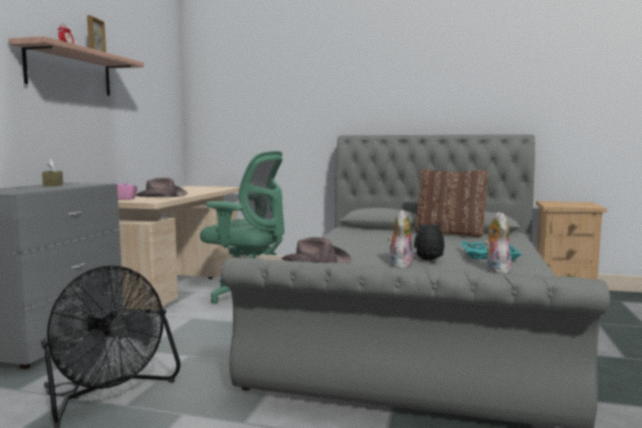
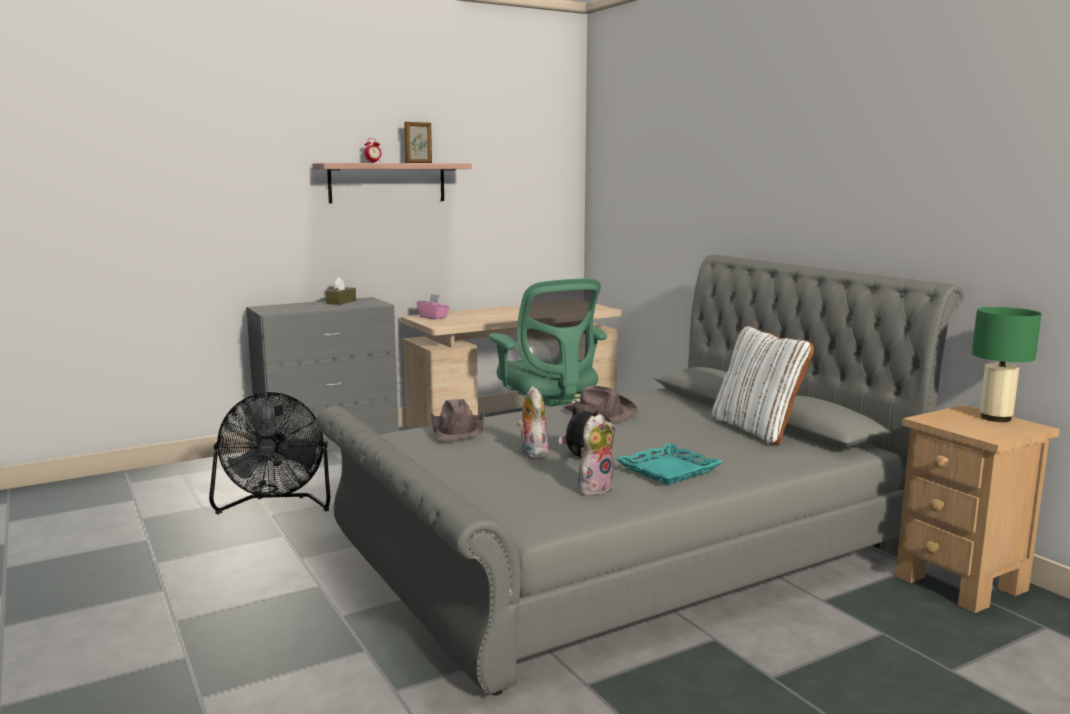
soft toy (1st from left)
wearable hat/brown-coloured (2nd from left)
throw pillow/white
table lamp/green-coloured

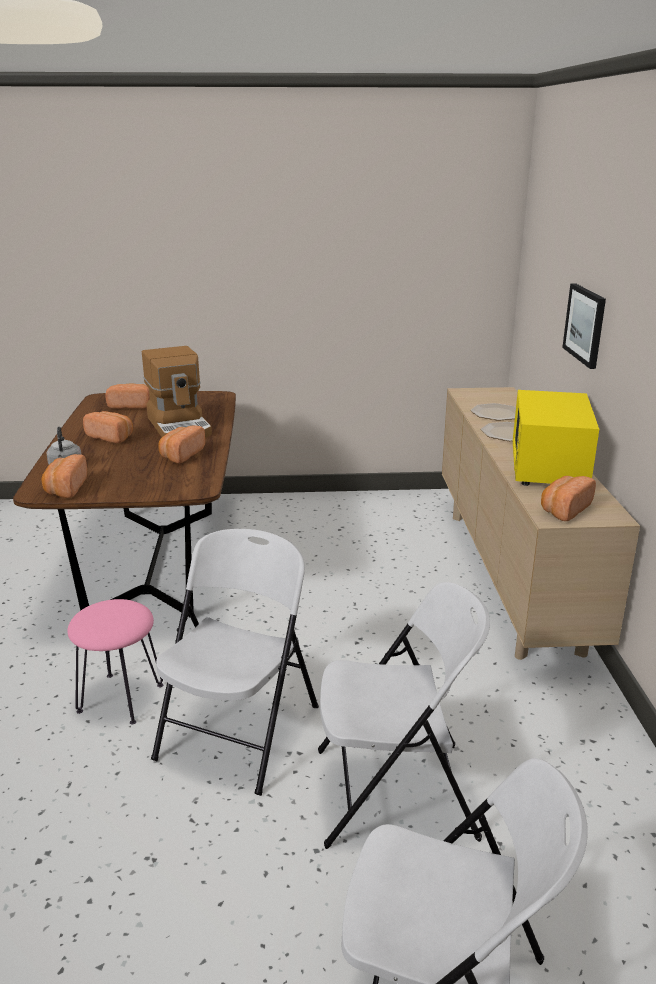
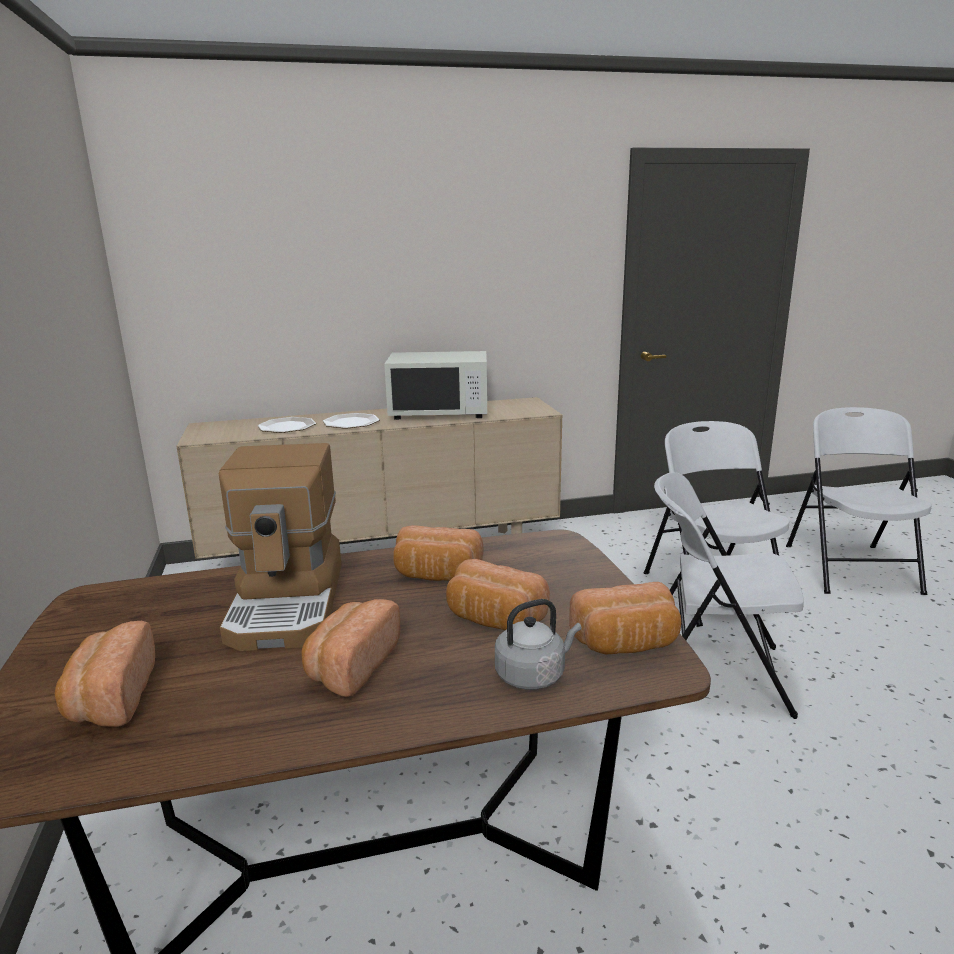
coffee machine
microwave oven/white
bread (4th from left)
stool/pink
wall picture

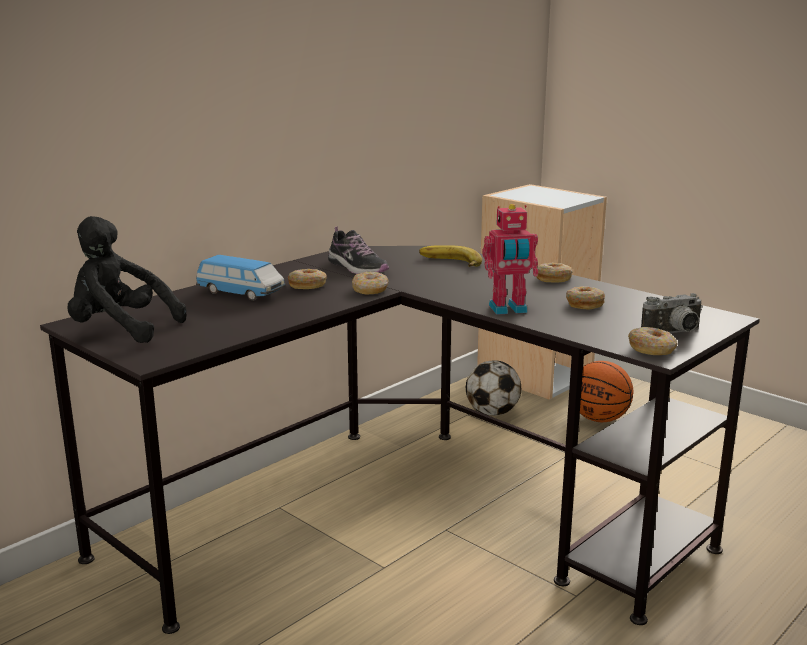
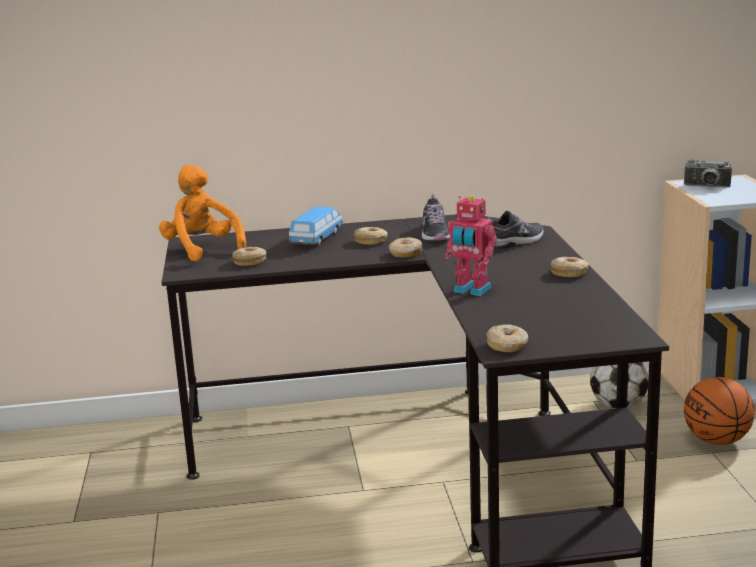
soft toy/orangey
doughnut (1st from left)
toy car
low shoe (2nd from left)
photo camera

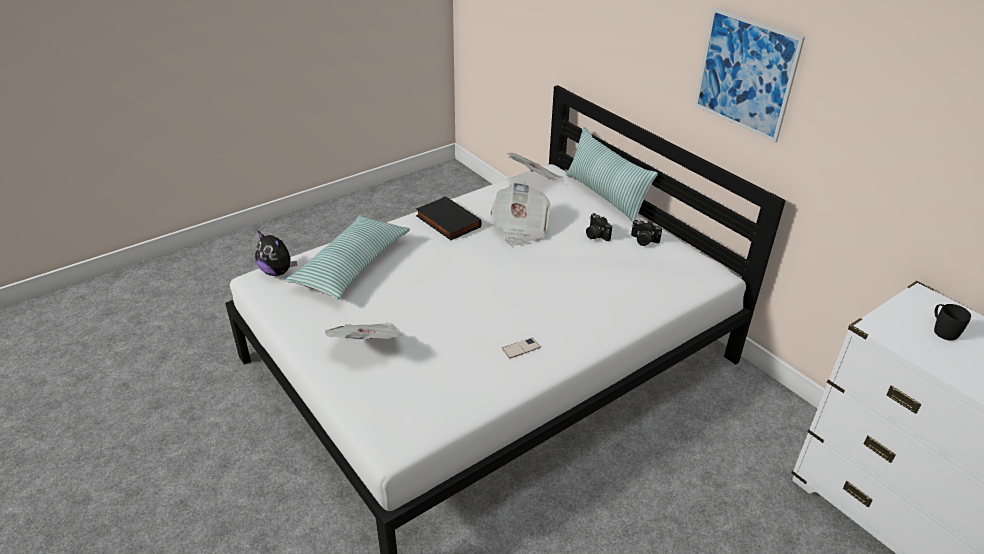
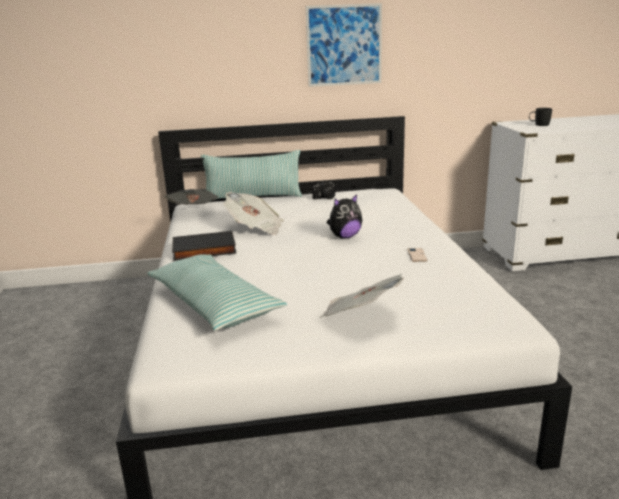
soft toy
photo camera (1st from left in the first image)

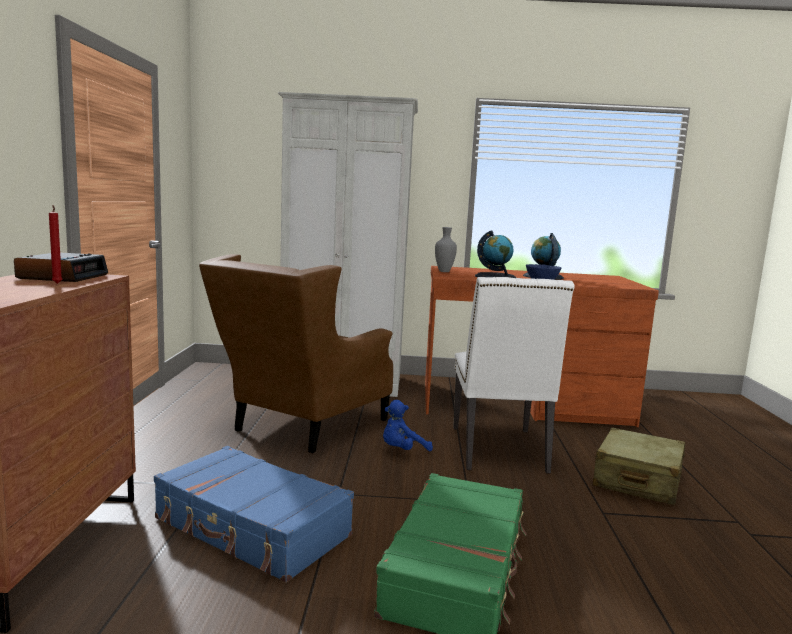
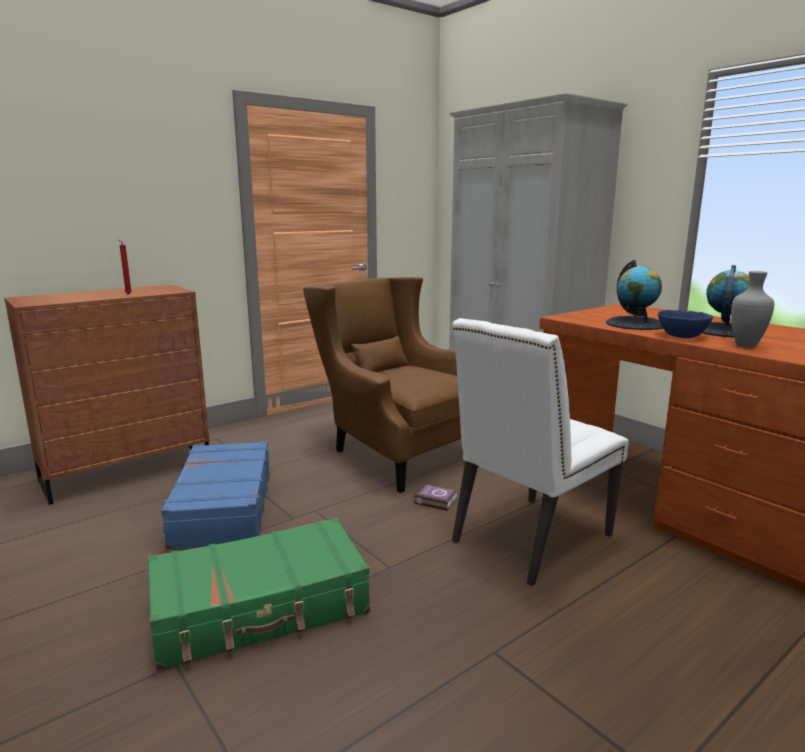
lounge chair/brown-coloured
book
decorative vase/grey
table clock
suitcase/beige-coloured

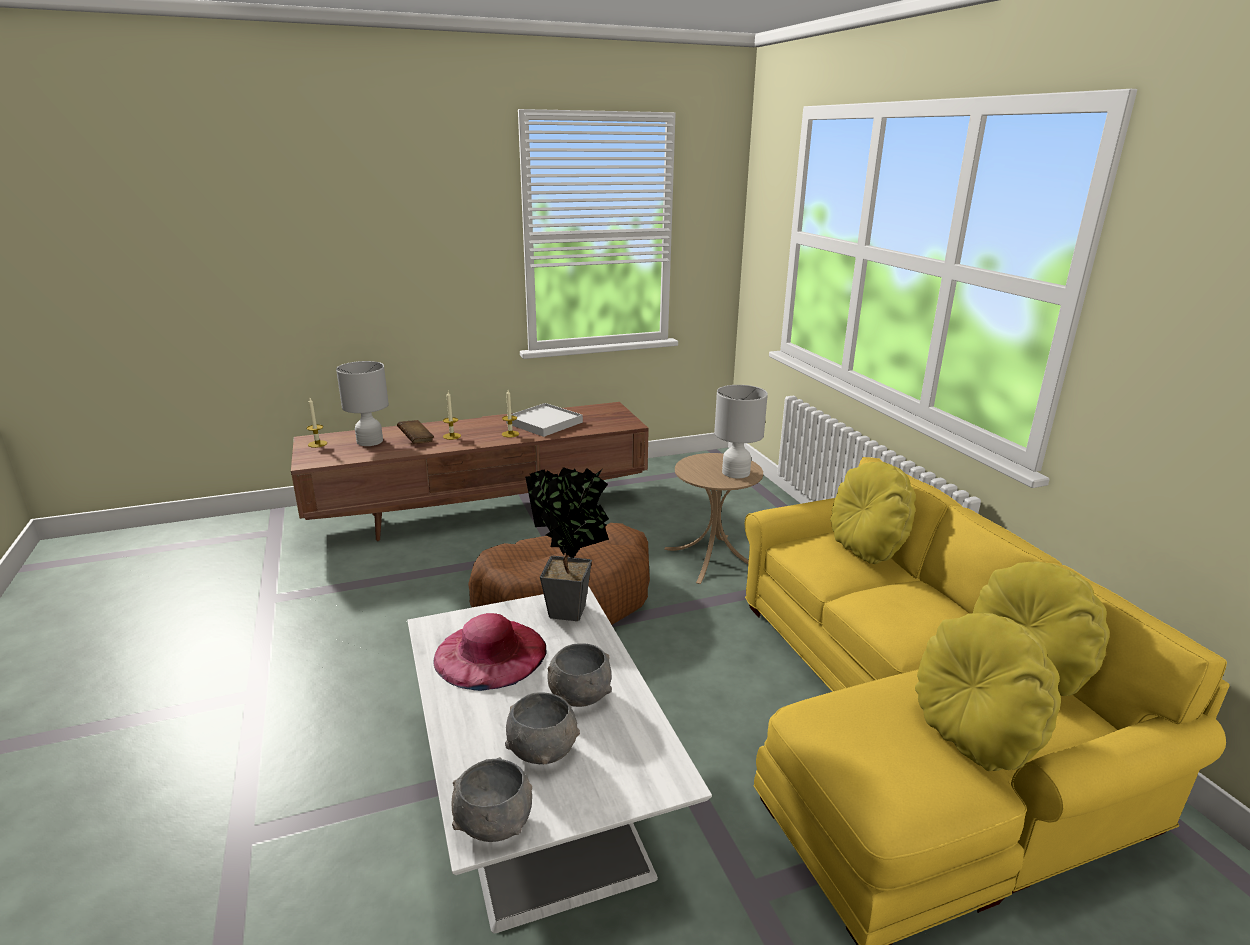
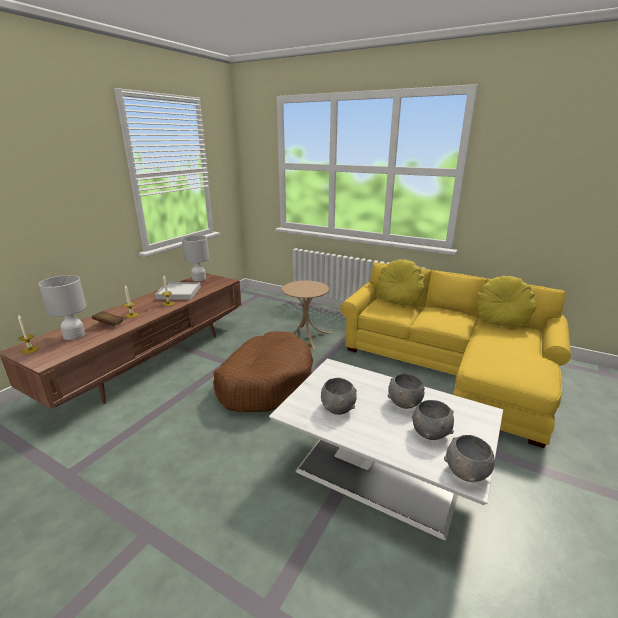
table lamp/grey (2nd from left)
deep dish/grey (1st from left)
houseplant
throw pillow/yellow (2nd from left in the first image)

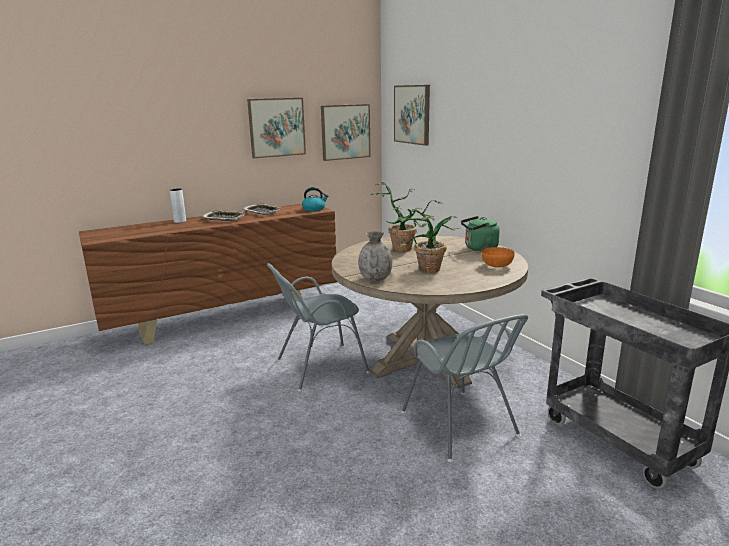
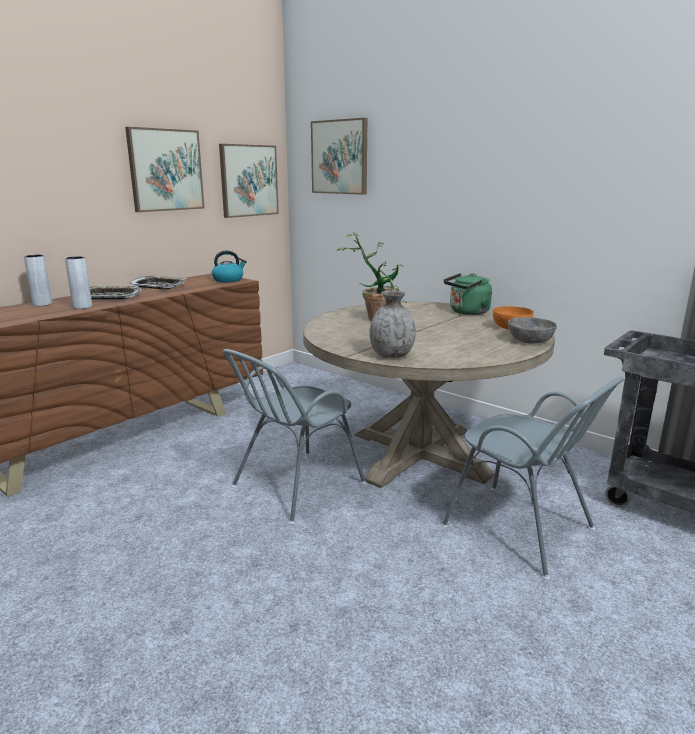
decorative vase/grey (2nd from left)
deep dish/grey
houseplant (2nd from left in the first image)

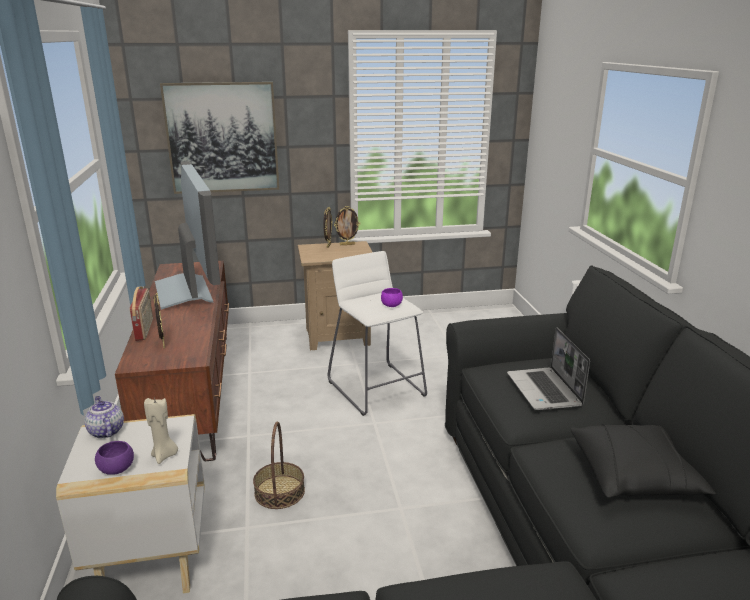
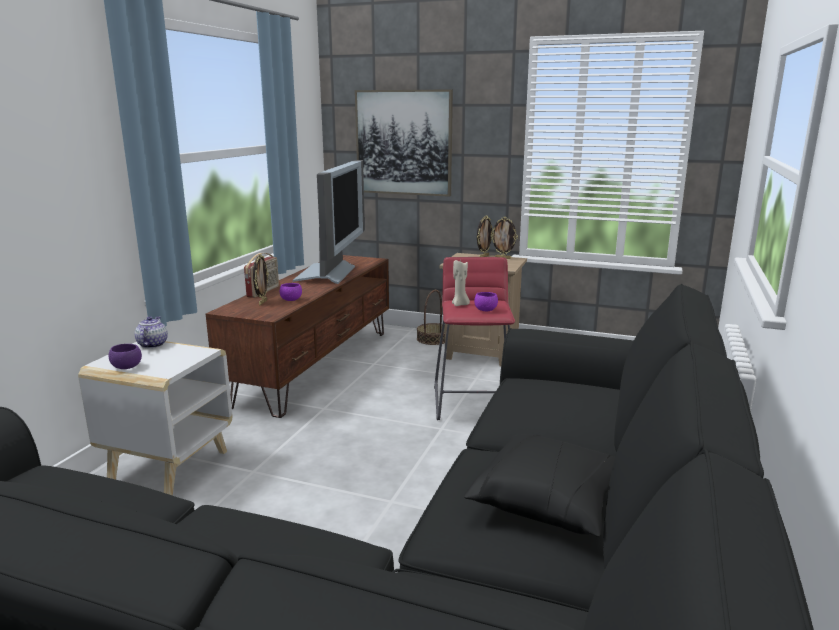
deep dish/purplish (2nd from left)
storage basket
stool/reddish
candle/beige-coloured
portable computer

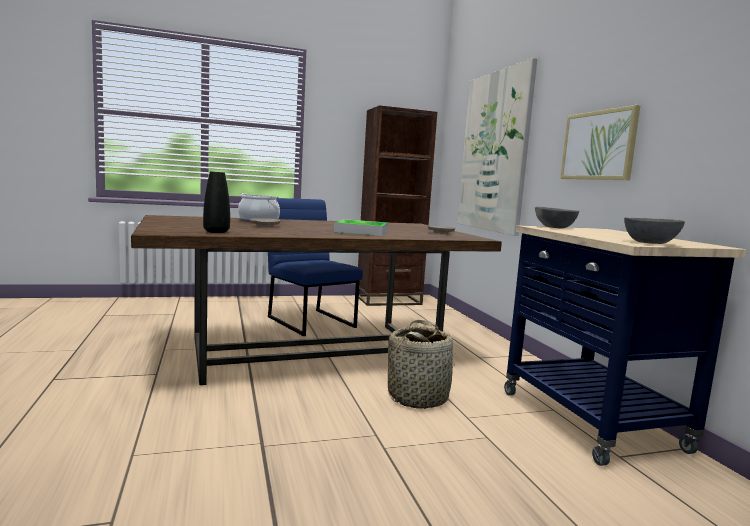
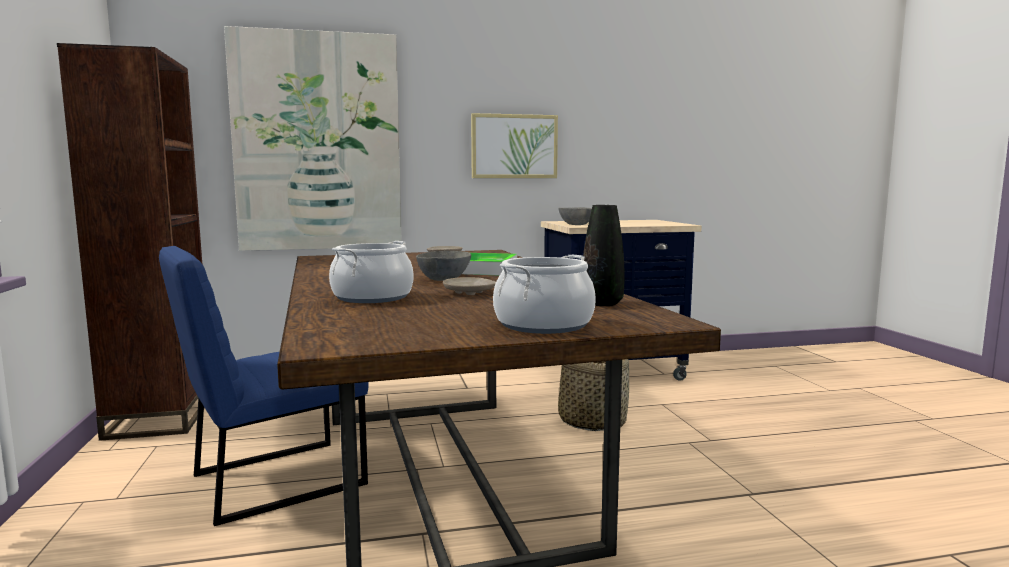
deep dish/grey (1st from left)
stockpot (2nd from left)

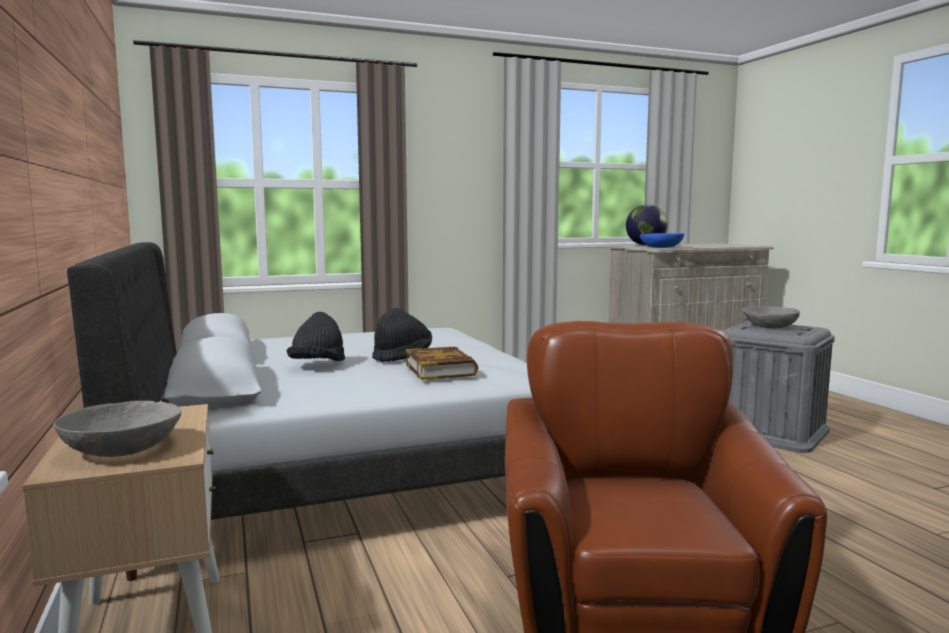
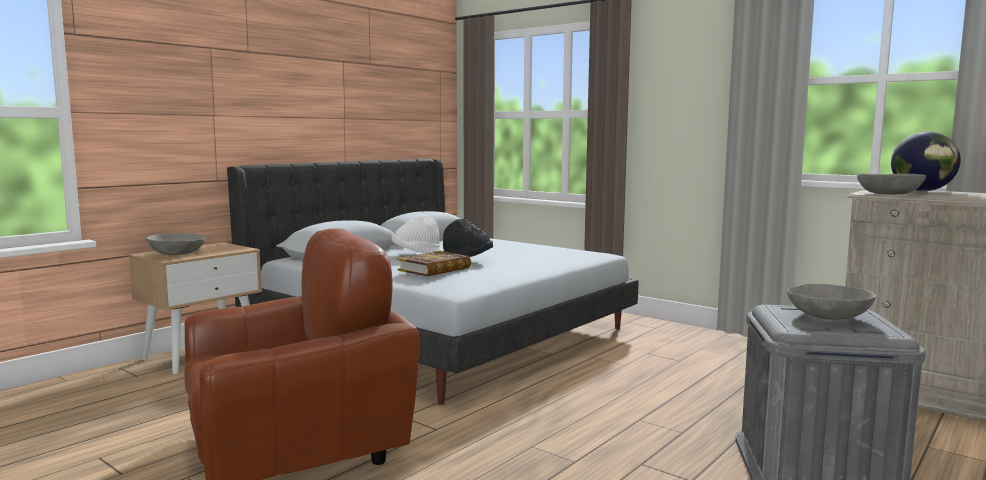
wearable hat/white
deep dish/grey (3rd from left)

